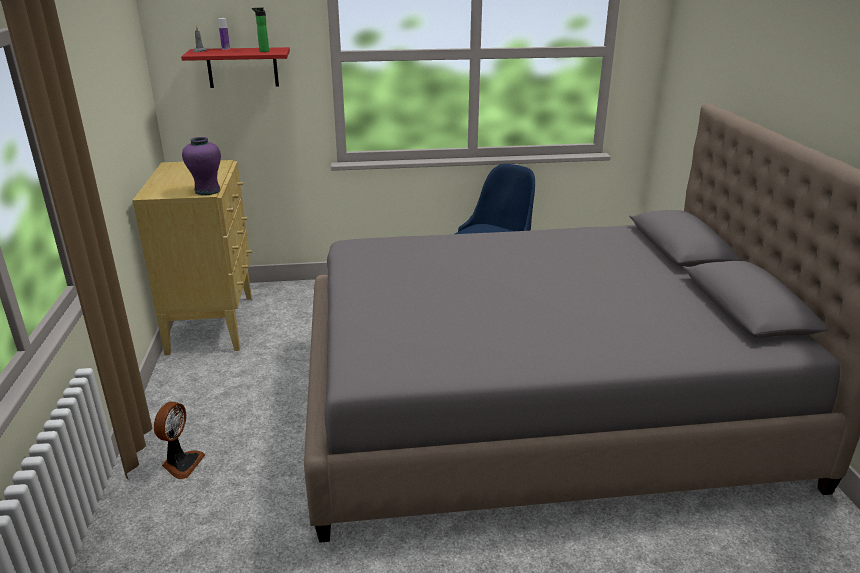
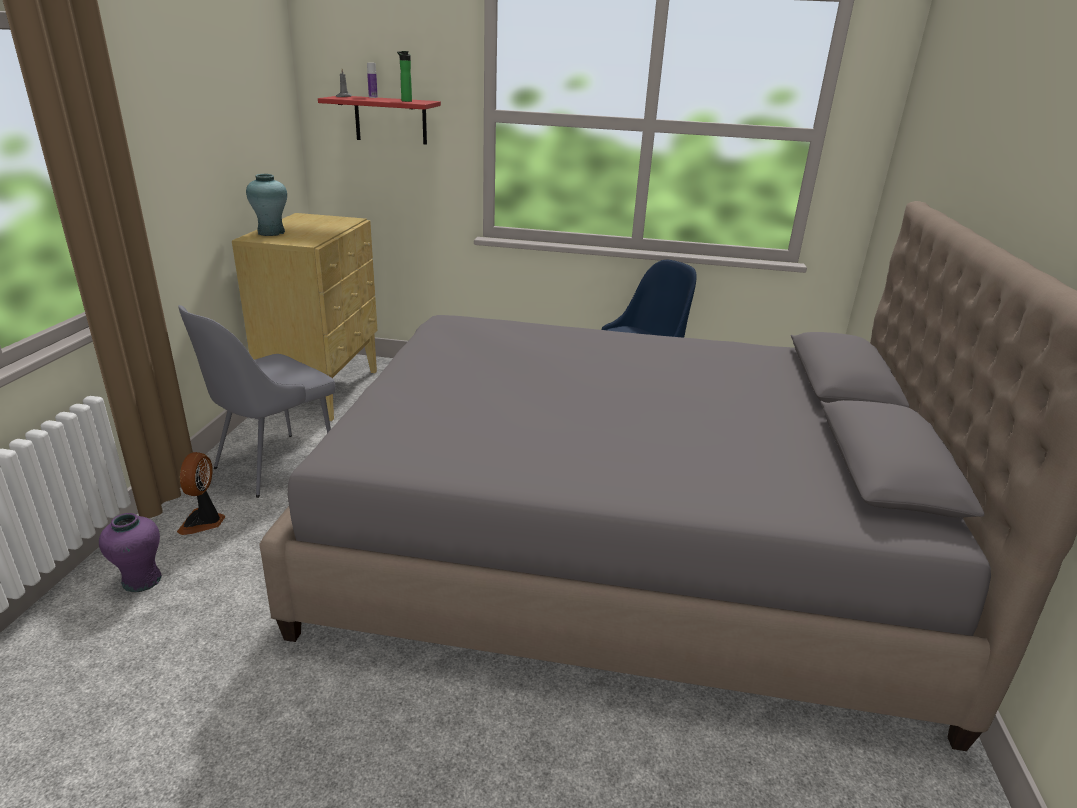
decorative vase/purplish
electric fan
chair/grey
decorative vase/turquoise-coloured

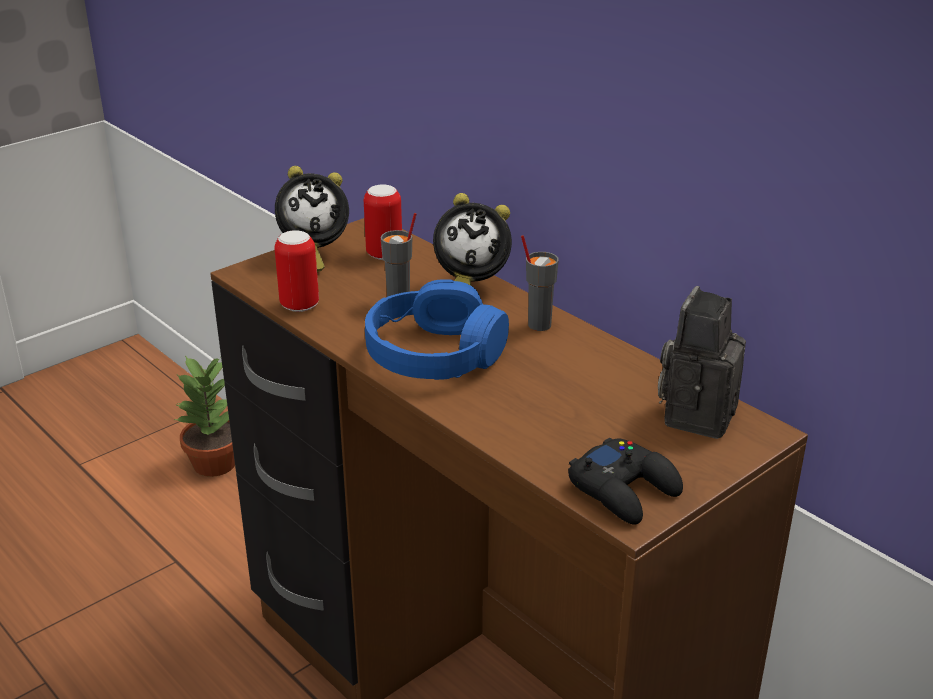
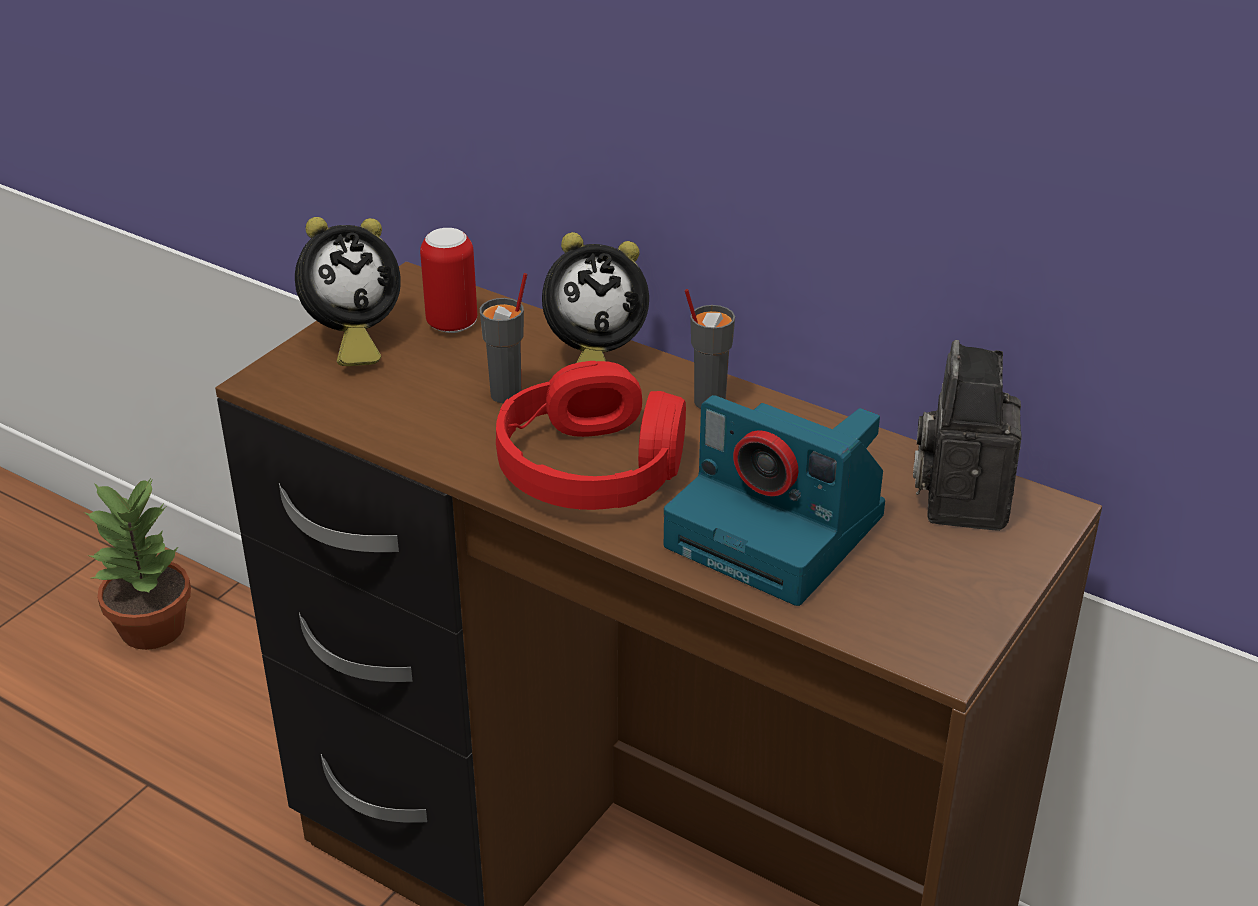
pair of headphones/reddish
photo camera (1st from left)
can (1st from left in the first image)
joypad/blackish

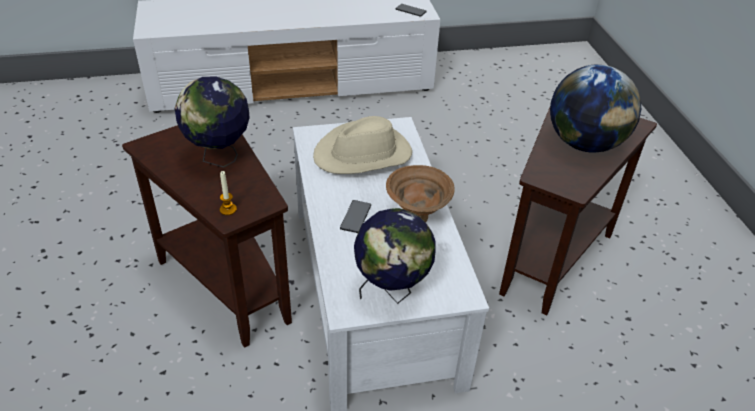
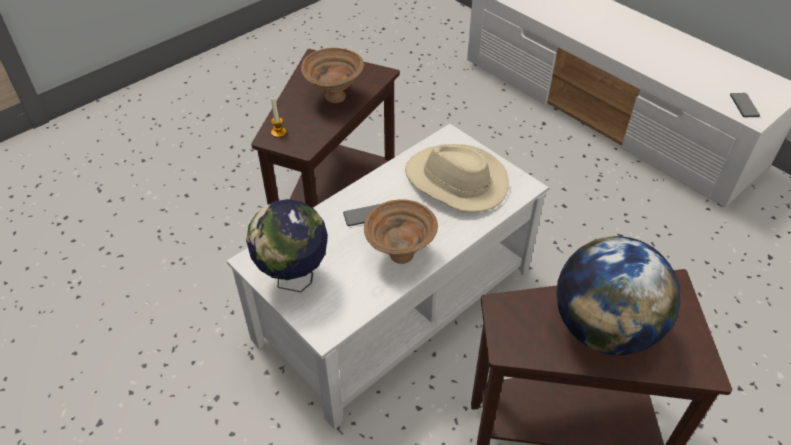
deep dish/brown-coloured (1st from left)

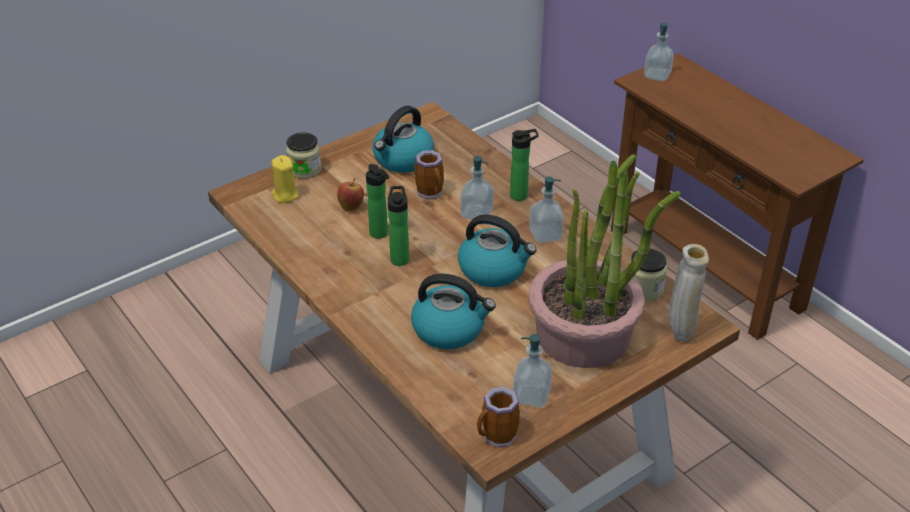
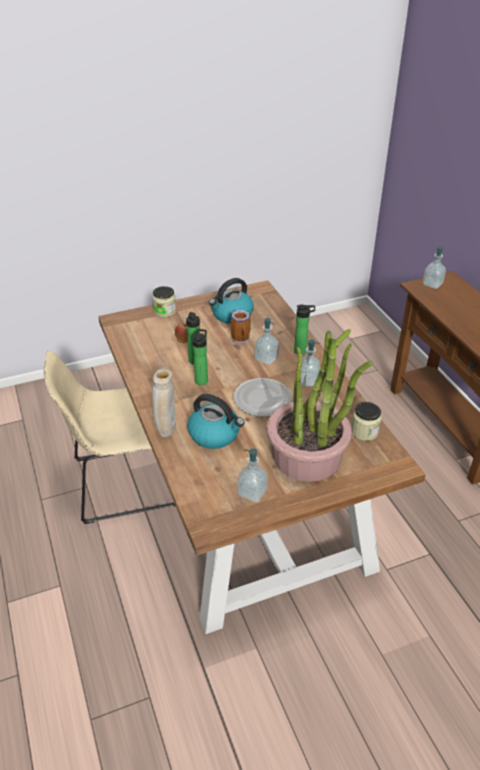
chair/beige-coloured
decorative vase/beige-coloured
plate
candle/yellow
tea mug (2nd from left in the first image)

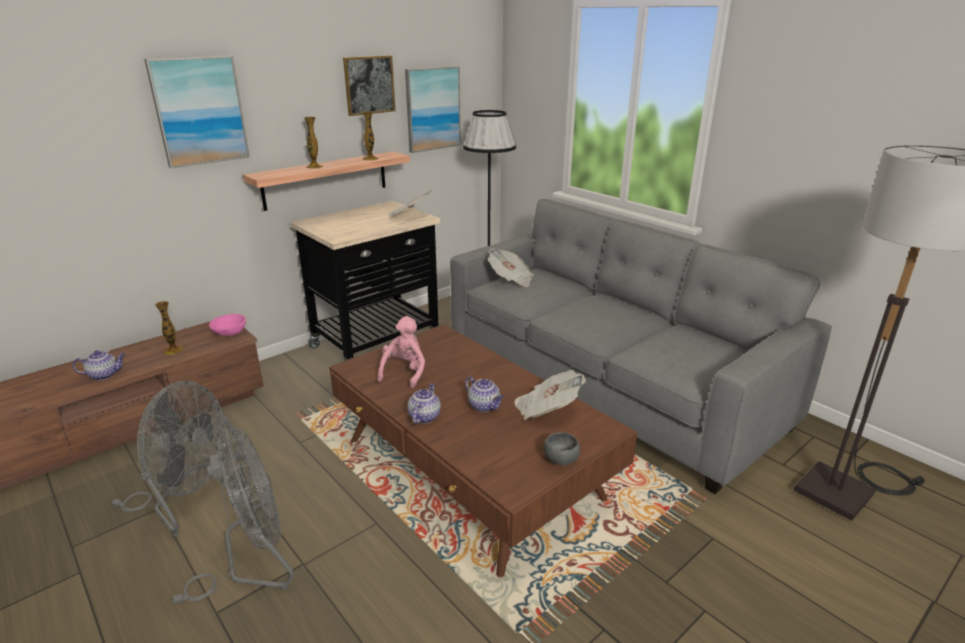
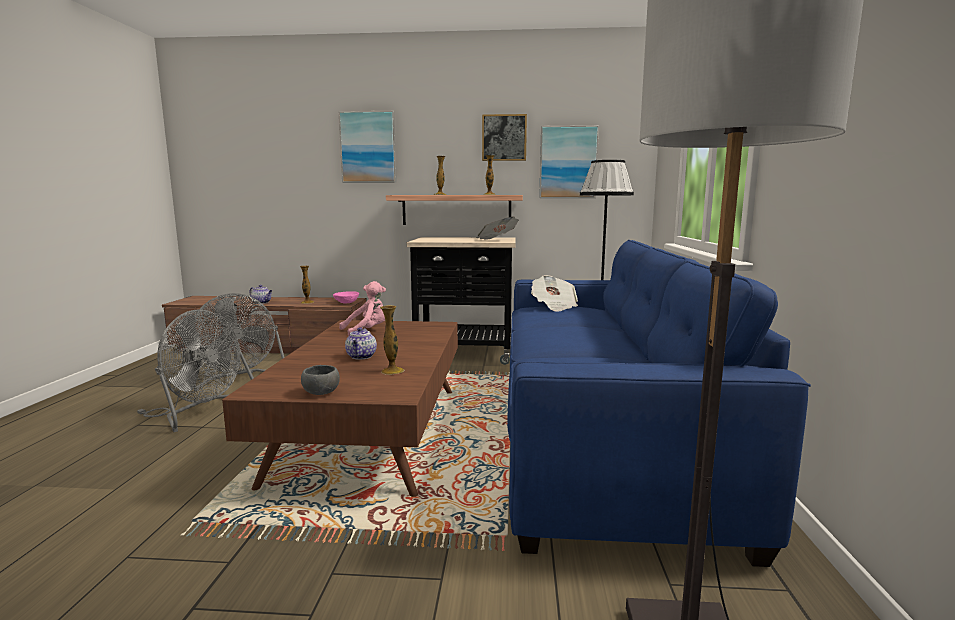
decorative vase (2nd from left)
couch/bluish
teapot (2nd from left in the first image)

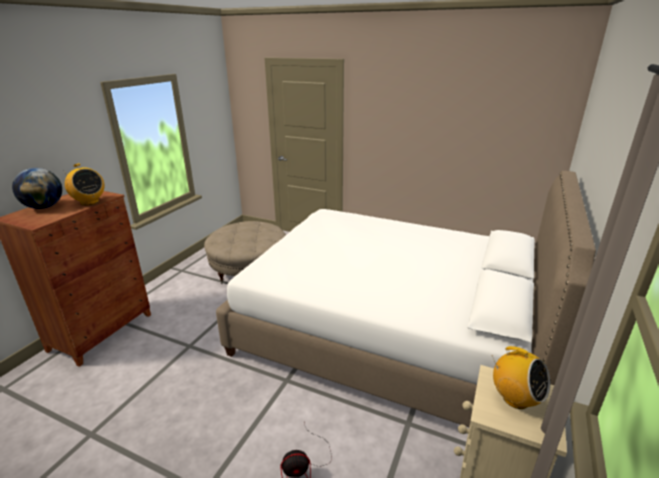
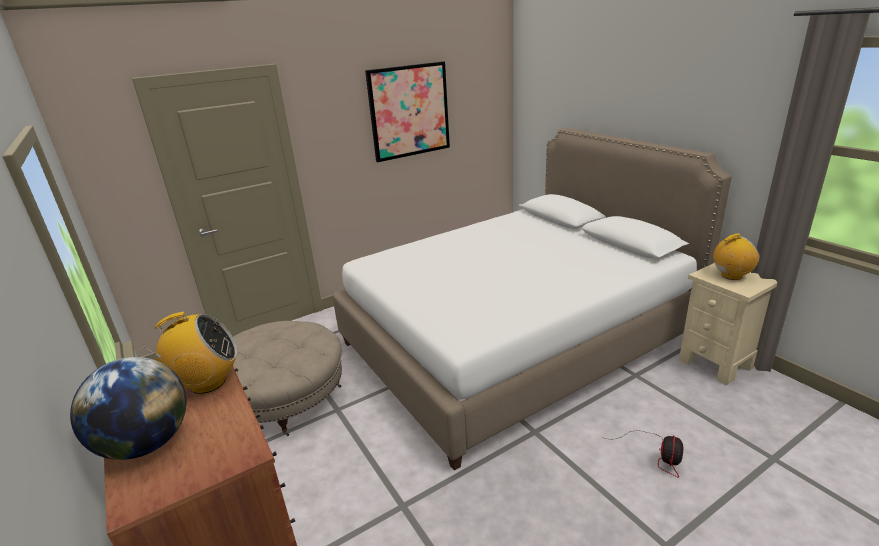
wall picture

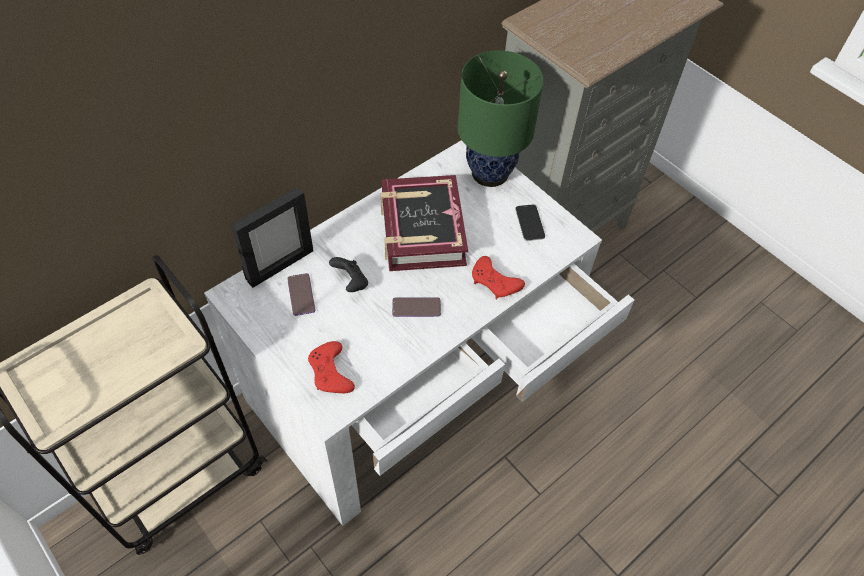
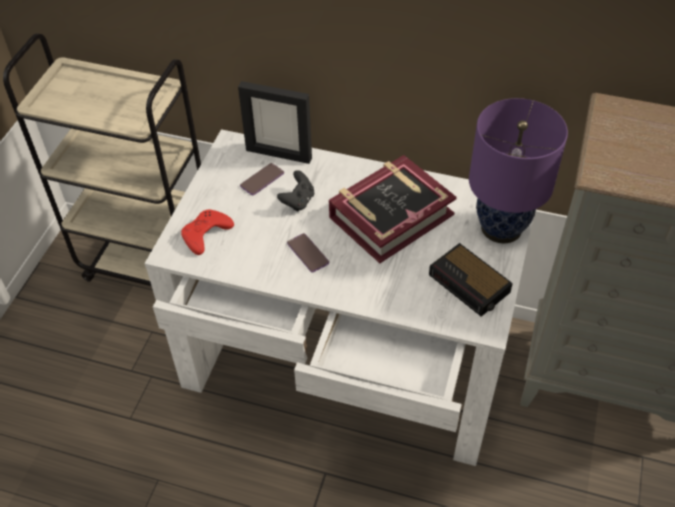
table clock
table lamp/purplish
joypad/reddish (2nd from left in the first image)

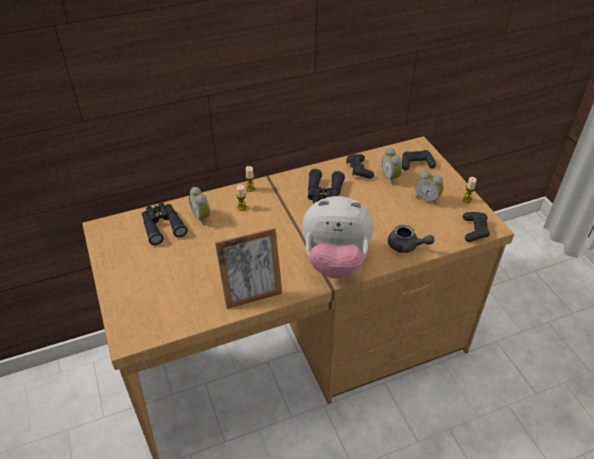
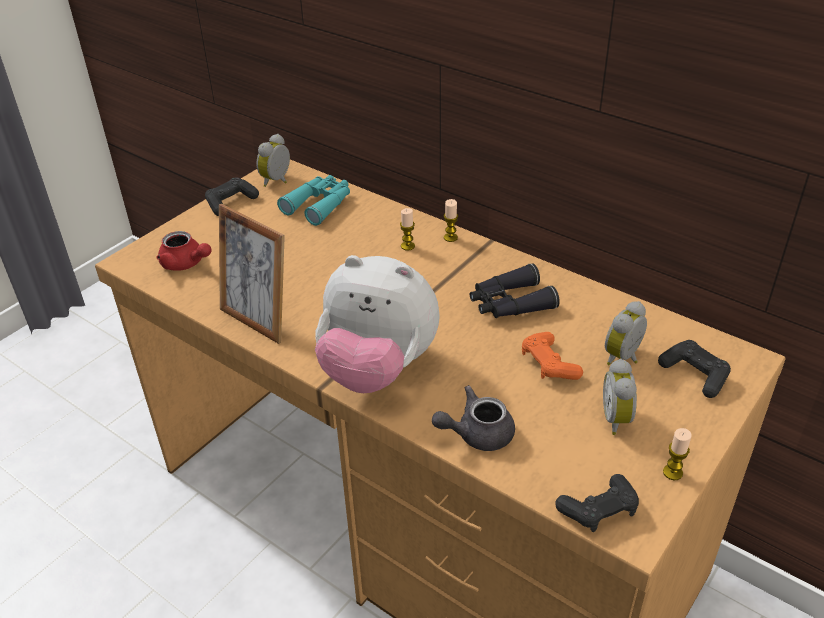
teapot/reddish
joypad/blackish (1st from left)
table clock (1st from left)
binoculars/turquoise-coloured
soft toy
teapot/grey
joypad/orangey

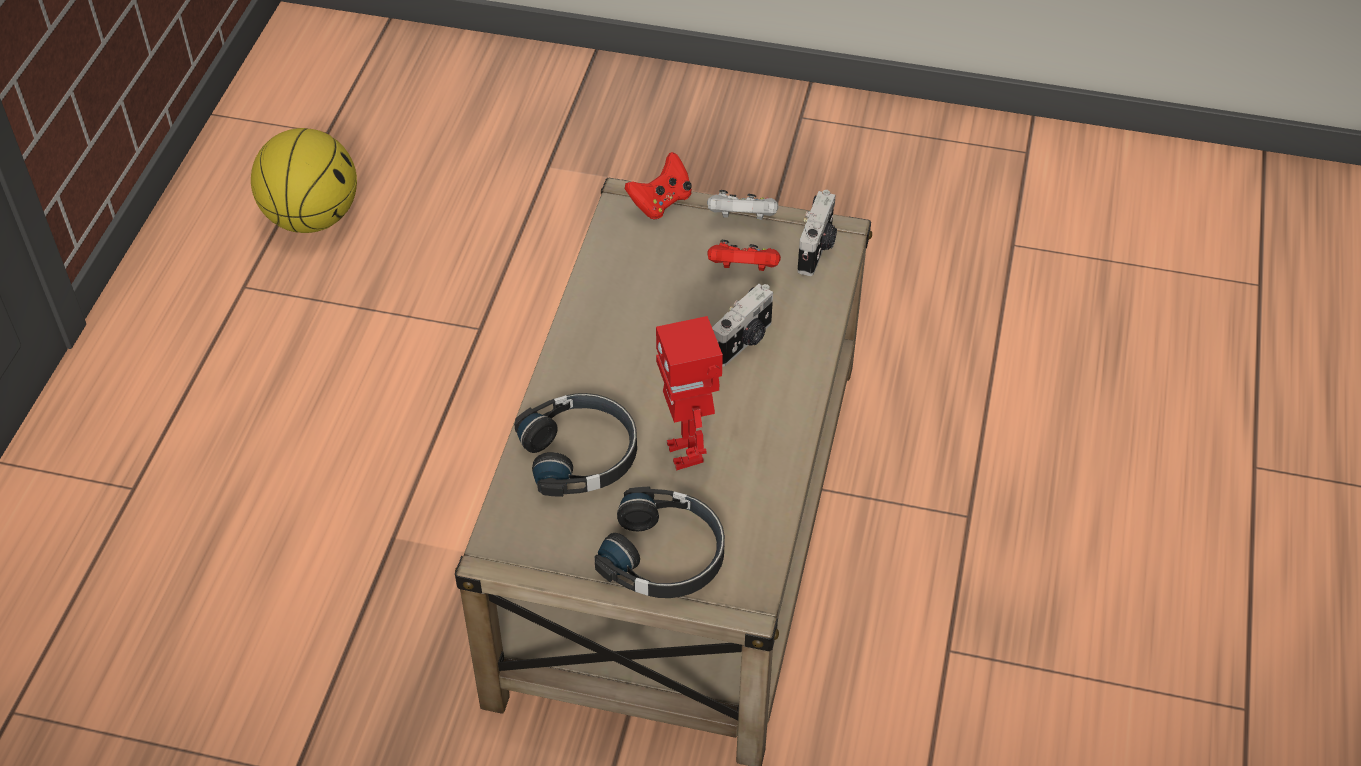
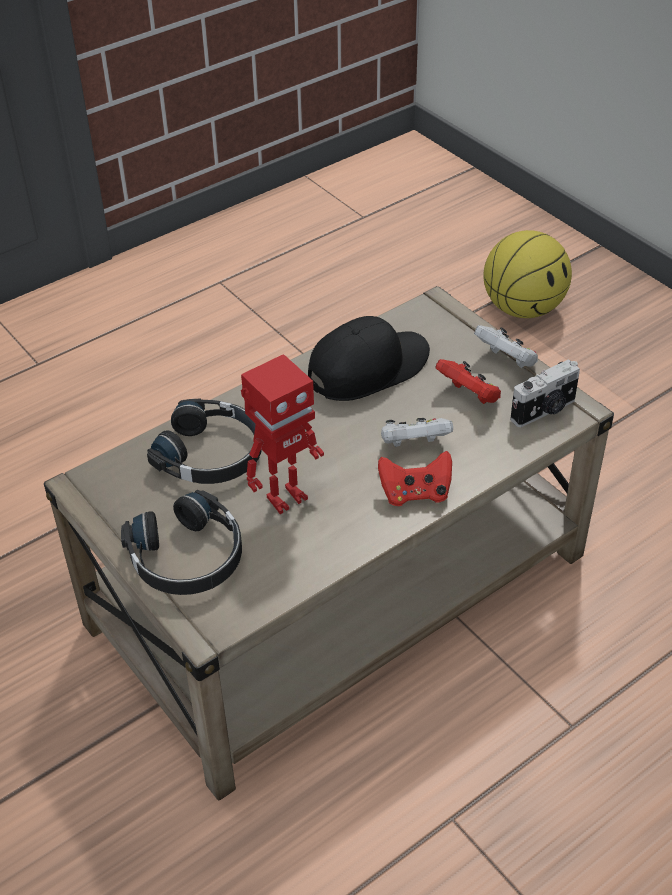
model robot
baseball cap/blackish
joypad/reddish (1st from left)
joypad/white (1st from left)
ball for basketball

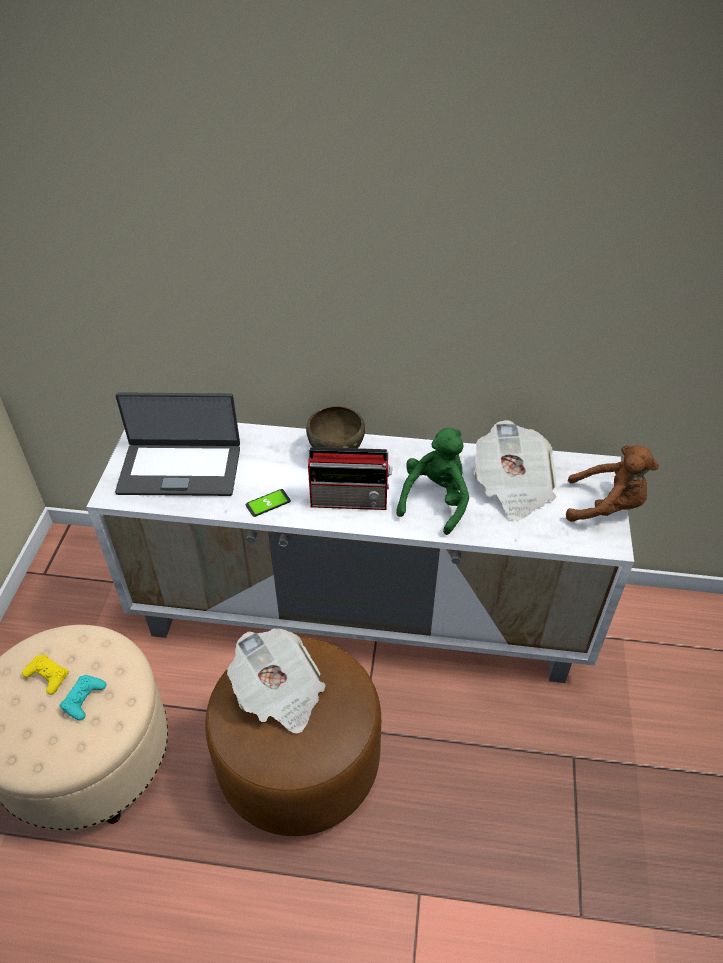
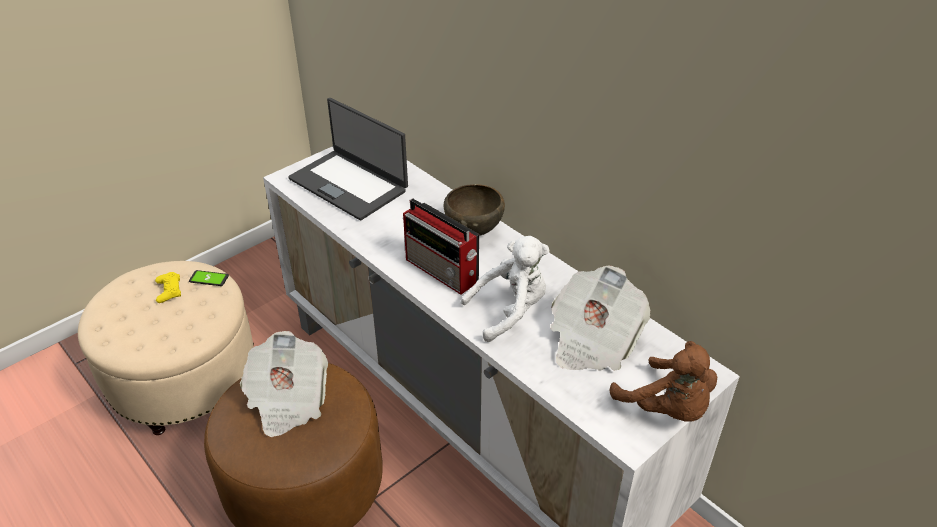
phone
soft toy/white
joypad/turquoise-coloured

